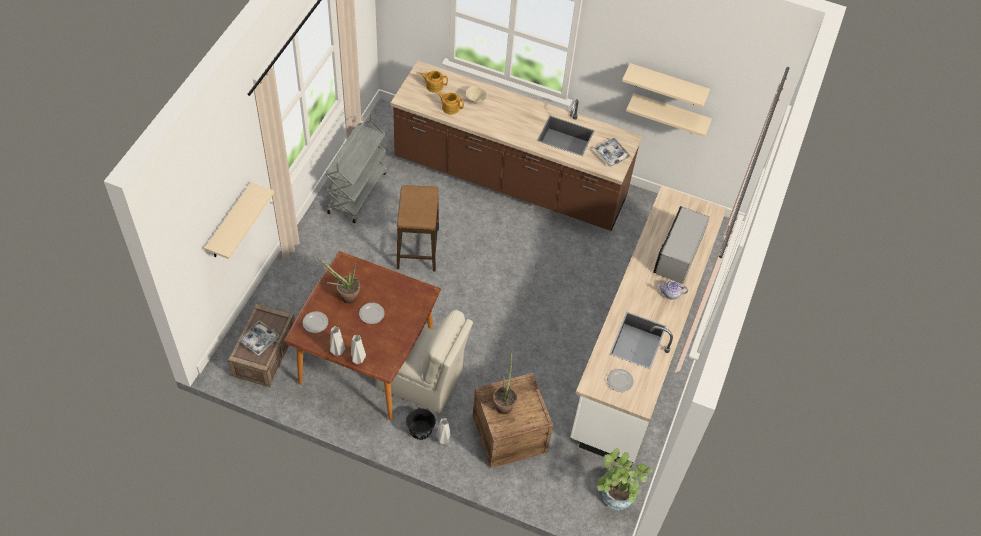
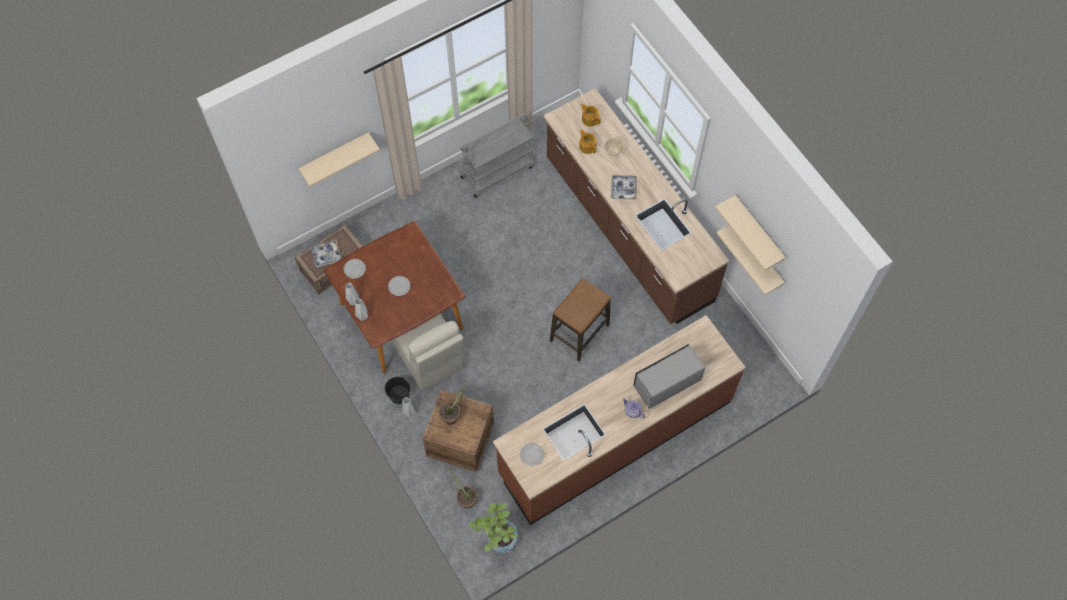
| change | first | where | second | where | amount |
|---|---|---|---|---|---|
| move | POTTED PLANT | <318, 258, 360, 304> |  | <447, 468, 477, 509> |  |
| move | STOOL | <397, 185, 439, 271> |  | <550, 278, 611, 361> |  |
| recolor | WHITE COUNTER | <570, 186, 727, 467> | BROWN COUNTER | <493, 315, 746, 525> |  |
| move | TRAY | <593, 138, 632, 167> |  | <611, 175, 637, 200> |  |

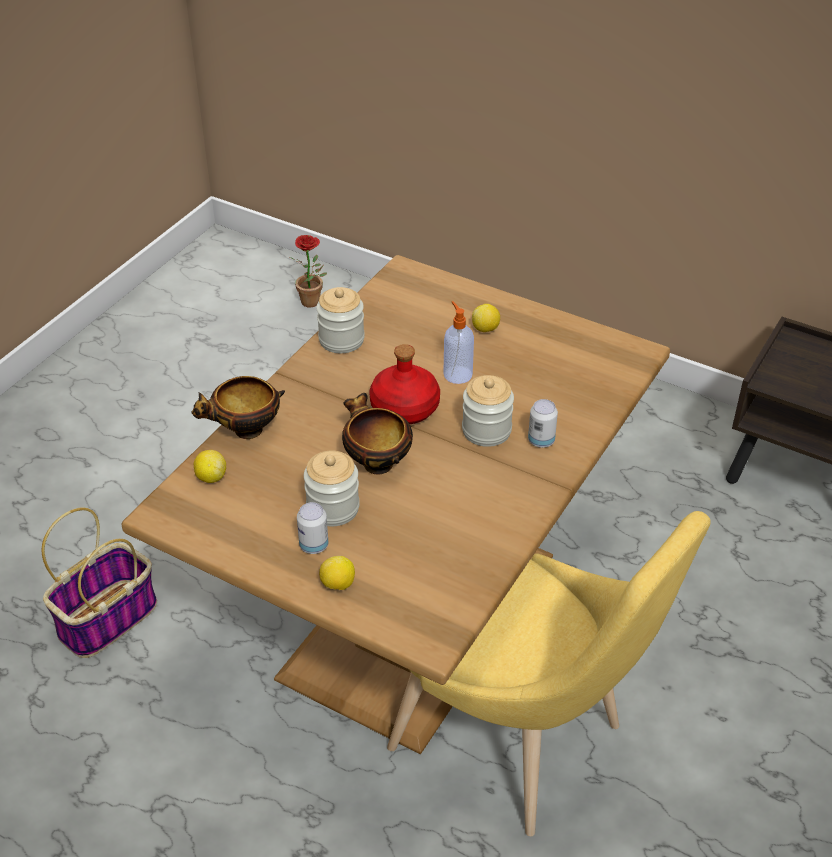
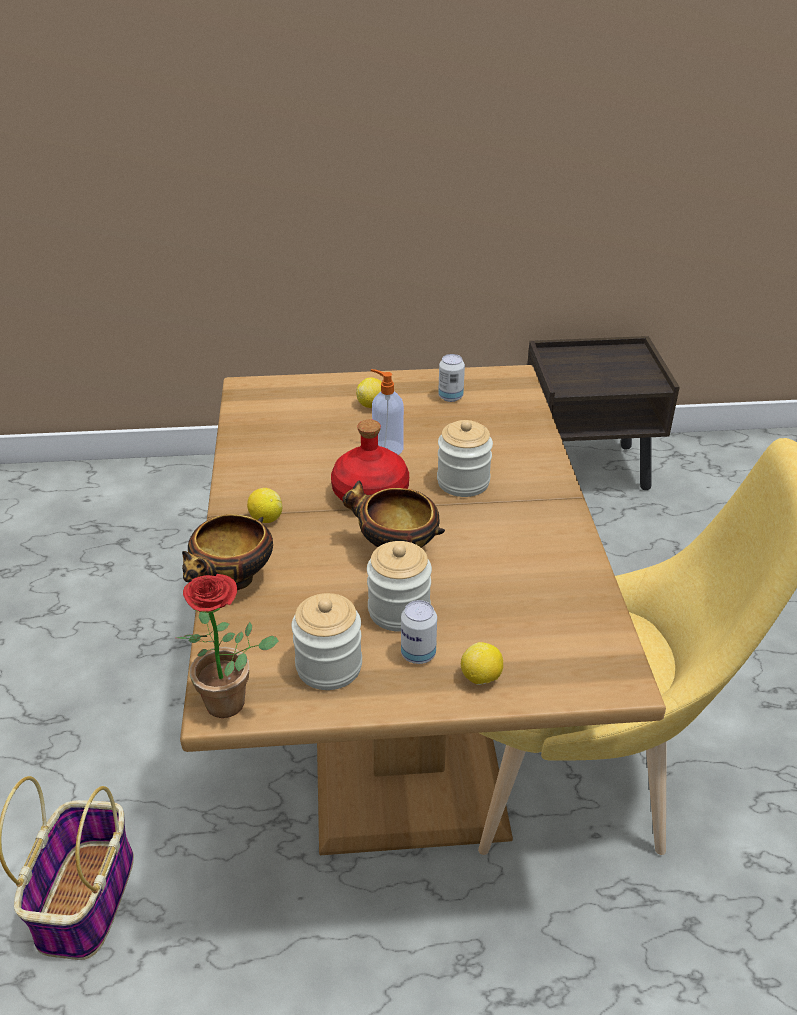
| change | first | where | second | where | amount |
|---|---|---|---|---|---|
| move | LEMON | <194, 450, 226, 483> |  | <247, 488, 282, 523> |  |
| move | POTTED PLANT | <290, 235, 327, 307> |  | <177, 574, 279, 718> |  |
| move | JAR | <316, 287, 365, 353> |  | <292, 593, 362, 690> |  |
| move | CAN | <528, 399, 558, 448> |  | <438, 354, 465, 402> |  |

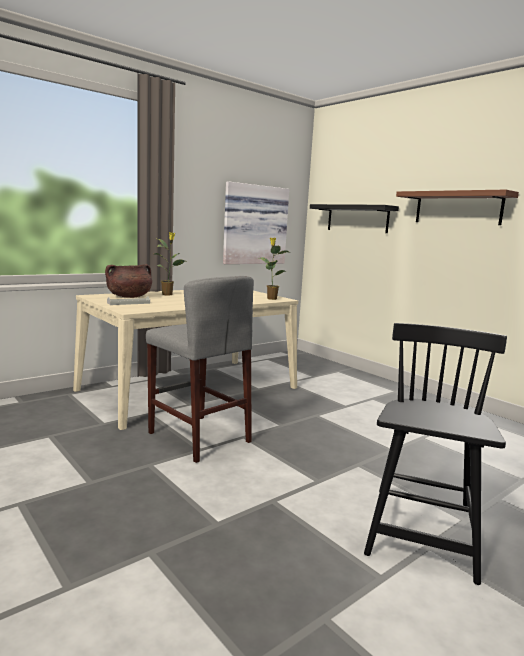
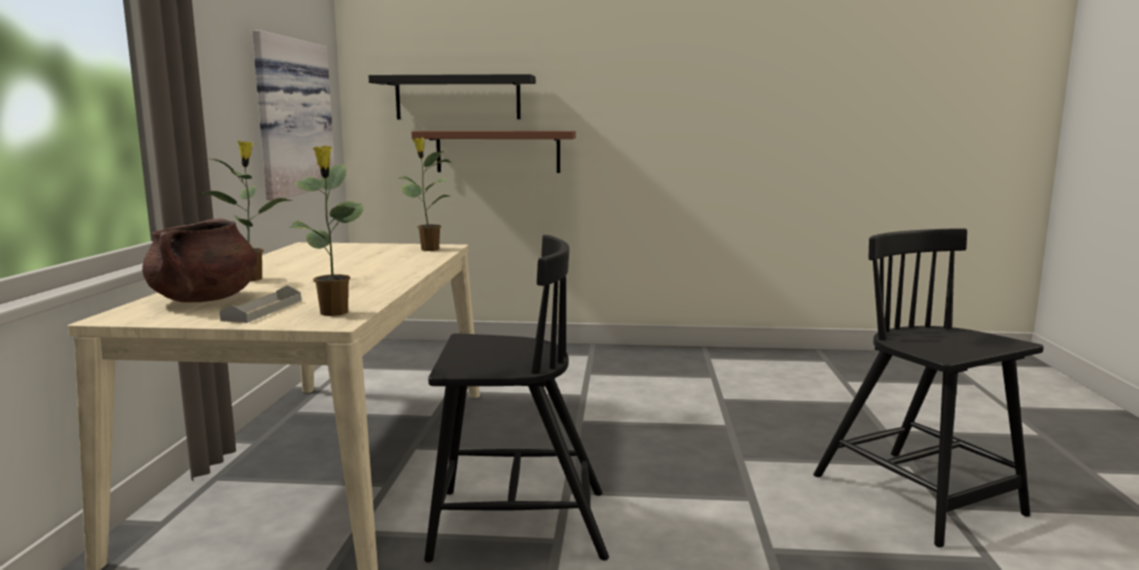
| change | first | where | second | where | amount |
|---|---|---|---|---|---|
| replace | GREY STOOL | <146, 276, 254, 463> | BLACK CHAIR | <424, 235, 609, 563> |  |
| move | BROWN SHELF | <396, 189, 519, 225> |  | <412, 131, 576, 173> |  |
| insert |  |  | POTTED PLANT | <289, 145, 364, 316> |  |

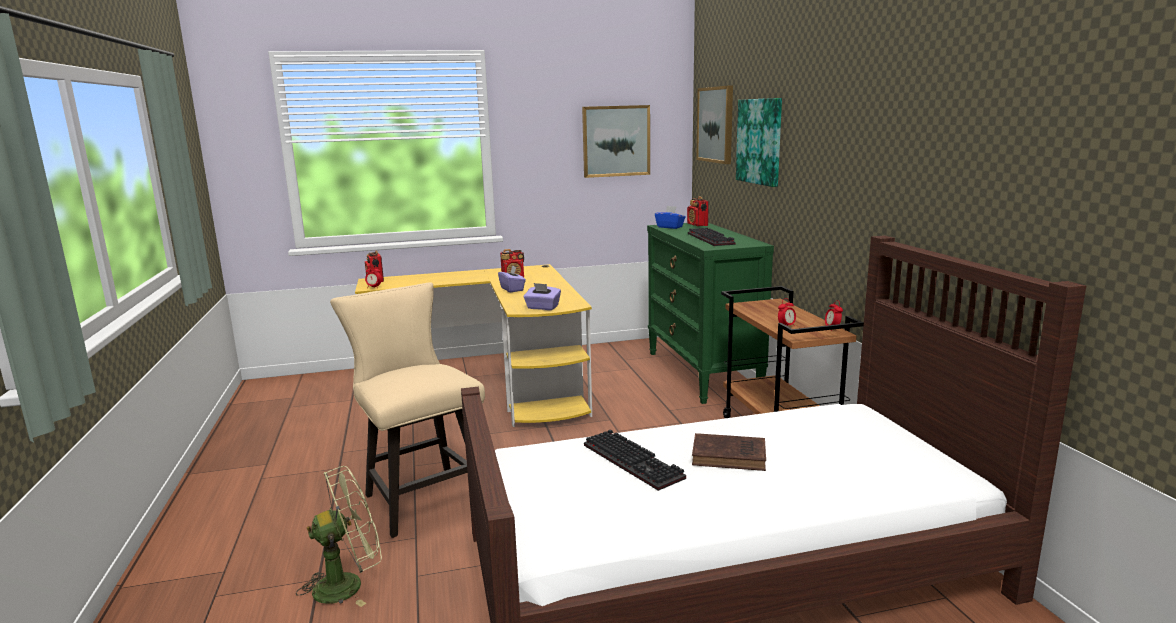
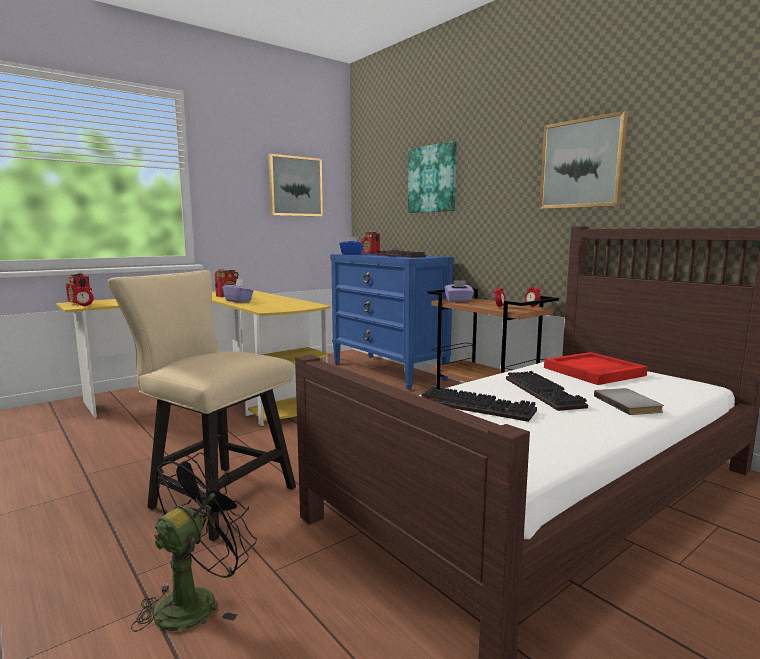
| change | first | where | second | where | amount |
|---|---|---|---|---|---|
| recolor | GREEN FAN | <296, 466, 382, 607> | BLACK FAN | <131, 452, 257, 632> |  |
| move | PURPLE TISSUE BOX | <523, 283, 561, 310> |  | <444, 280, 474, 302> |  |
| recolor | GREEN DRESSER | <647, 223, 774, 404> | BLUE DRESSER | <330, 253, 454, 390> |  |
| replace | BROWN BOOK | <692, 433, 766, 471> | KEYBOARD | <506, 371, 588, 411> |  |
| move | PICTURE | <696, 86, 733, 164> |  | <539, 111, 628, 209> |  |
| insert |  |  | RED TRAY | <544, 352, 648, 385> |  |
| insert |  |  | GREY BOOK | <594, 388, 664, 415> |  |

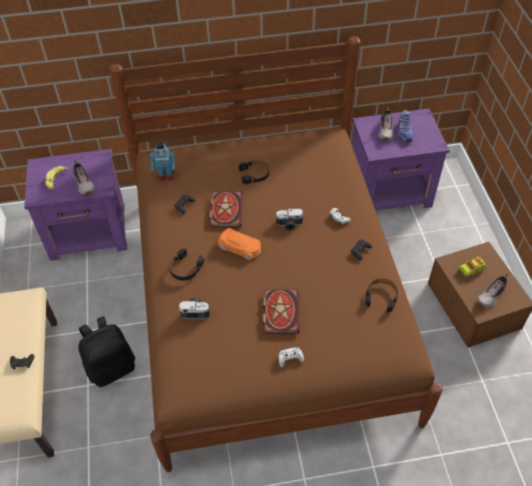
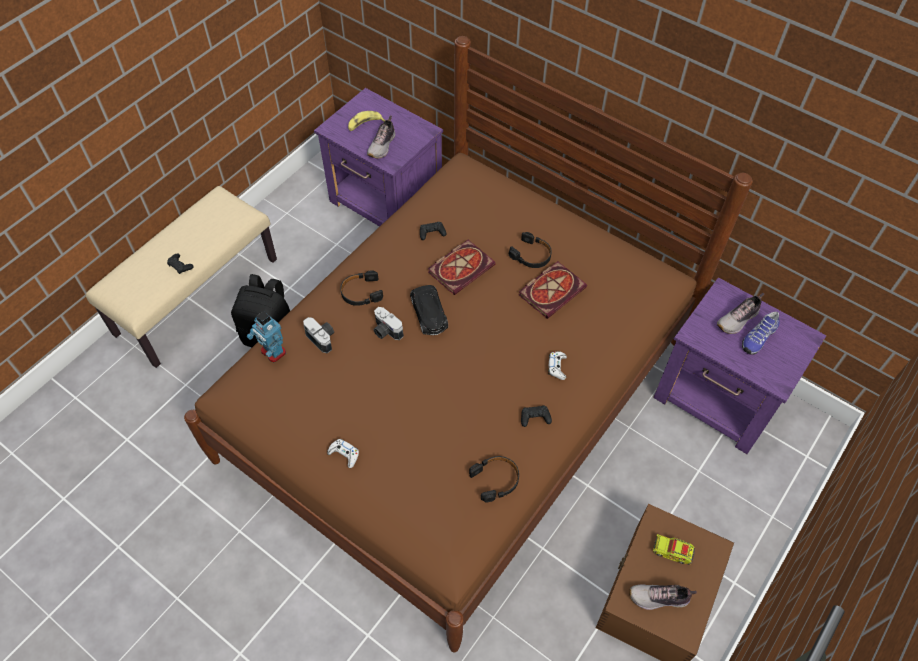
| change | first | where | second | where | amount |
|---|---|---|---|---|---|
| move | TOY ROBOT | <150, 141, 175, 180> |  | <247, 311, 286, 362> |  |
| recolor | ORANGE TOY CAR | <217, 228, 261, 260> | BLACK TOY CAR | <410, 285, 448, 335> |  |
| move | BOOK | <263, 290, 300, 334> |  | <519, 261, 587, 319> |  |
| move | PHOTO CAMERA | <276, 208, 303, 231> |  | <373, 307, 404, 340> |  |

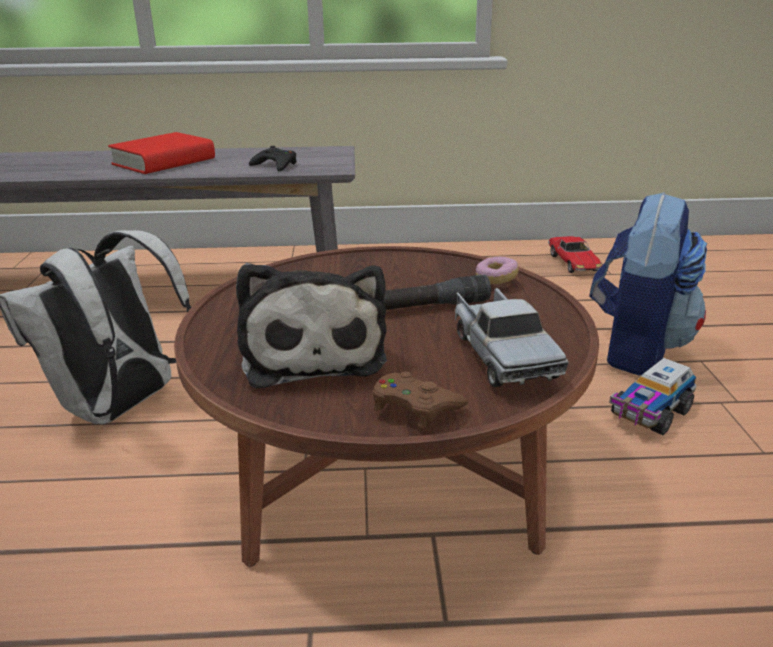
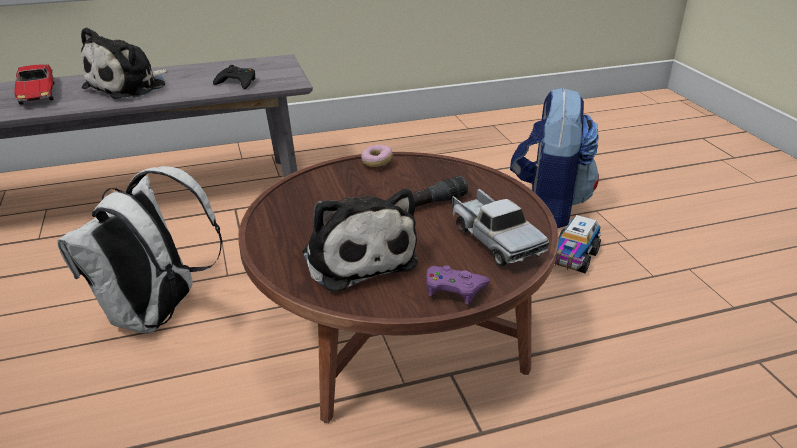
| change | first | where | second | where | amount |
|---|---|---|---|---|---|
| replace | RED BOOK | <108, 132, 215, 174> | PLUSH TOY | <81, 27, 168, 99> |  |
| recolor | BROWN GAME CONTROLLER | <373, 372, 468, 429> | PURPLE GAME CONTROLLER | <426, 265, 490, 305> |  |
| move | DONUT | <476, 257, 519, 284> |  | <361, 145, 393, 167> |  |
| move | TOY CAR | <548, 236, 602, 273> |  | <14, 64, 55, 105> |  |

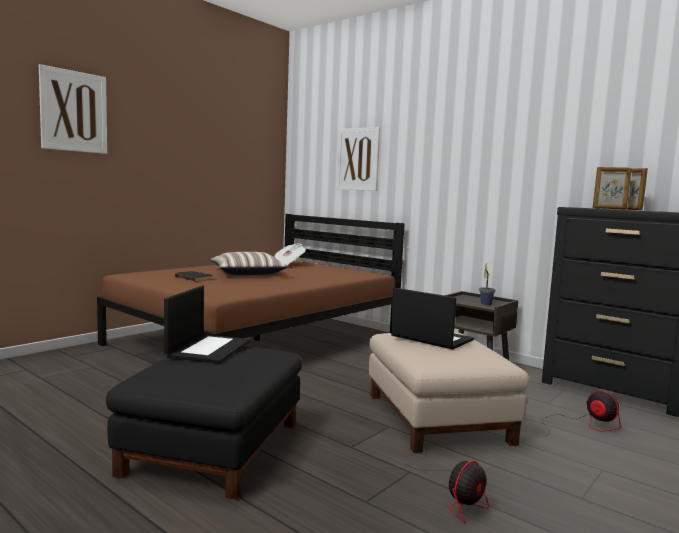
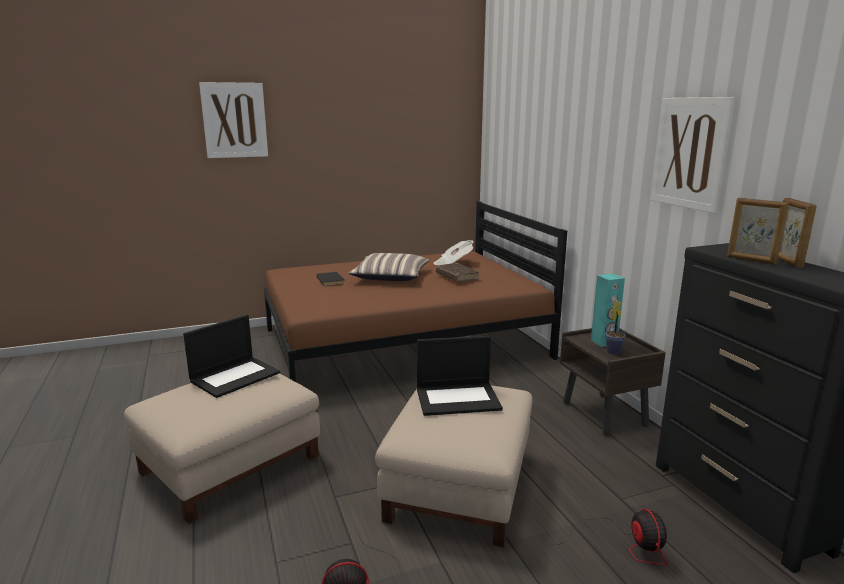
| change | first | where | second | where | amount |
|---|---|---|---|---|---|
| recolor | BLACK OTTOMAN | <106, 346, 302, 500> | BEIGE OTTOMAN | <124, 373, 320, 524> |  |
| move | PICTURE | <336, 127, 380, 191> |  | <650, 97, 736, 214> |  |
| rotate | LAPTOP | <391, 288, 474, 350> |  | <417, 336, 503, 416> | 105 degrees clockwise |
| insert |  |  | BROWN BOOK | <436, 263, 479, 282> |  |
| insert |  |  | TURQUOISE SPEAKER | <591, 274, 625, 347> |  |

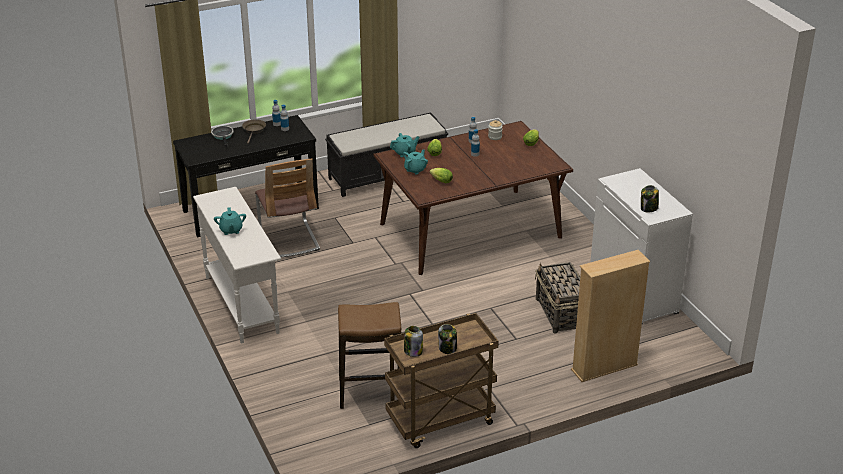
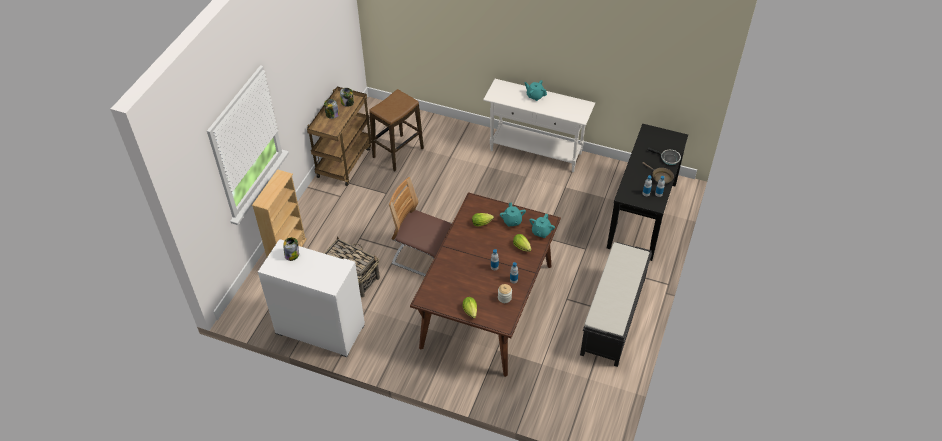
| change | first | where | second | where | amount |
|---|---|---|---|---|---|
| move | CHAIR | <255, 159, 320, 257> |  | <389, 177, 452, 277> |  |

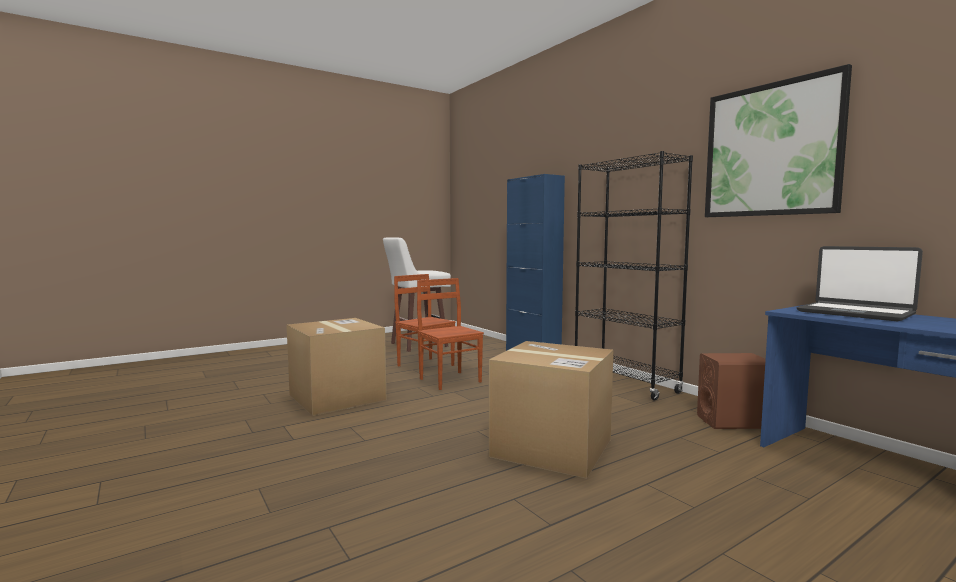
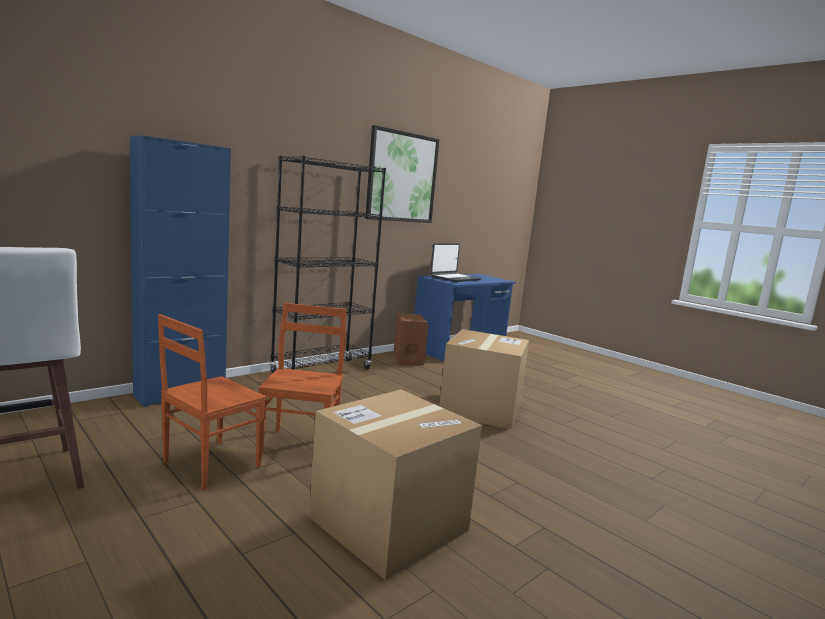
| change | first | where | second | where | amount |
|---|---|---|---|---|---|
| rotate | BROWN CHAIR | <417, 278, 484, 390> |  | <258, 303, 346, 455> | 135 degrees clockwise |

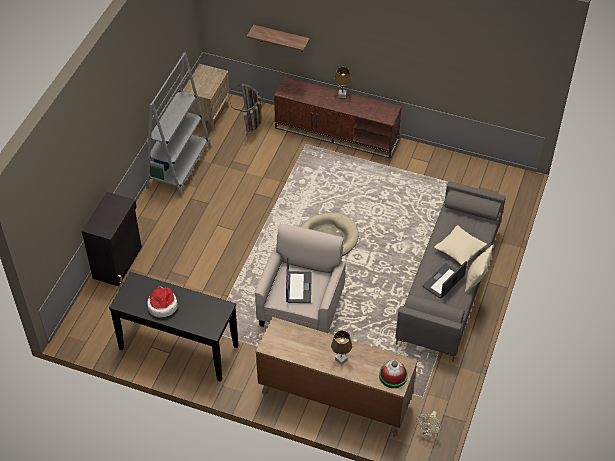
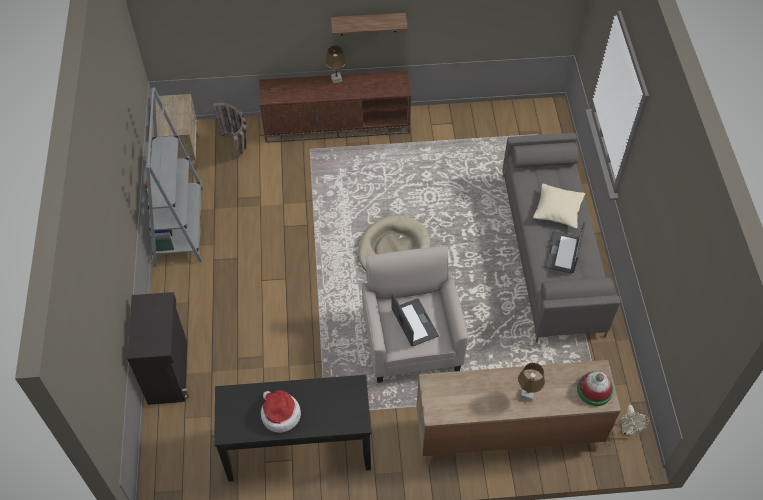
| change | first | where | second | where | amount |
|---|---|---|---|---|---|
| move | SHELF | <247, 25, 310, 52> |  | <331, 13, 408, 35> |  |
| delete | BEIGE PILLOW | <465, 245, 493, 293> |  |  |  |

